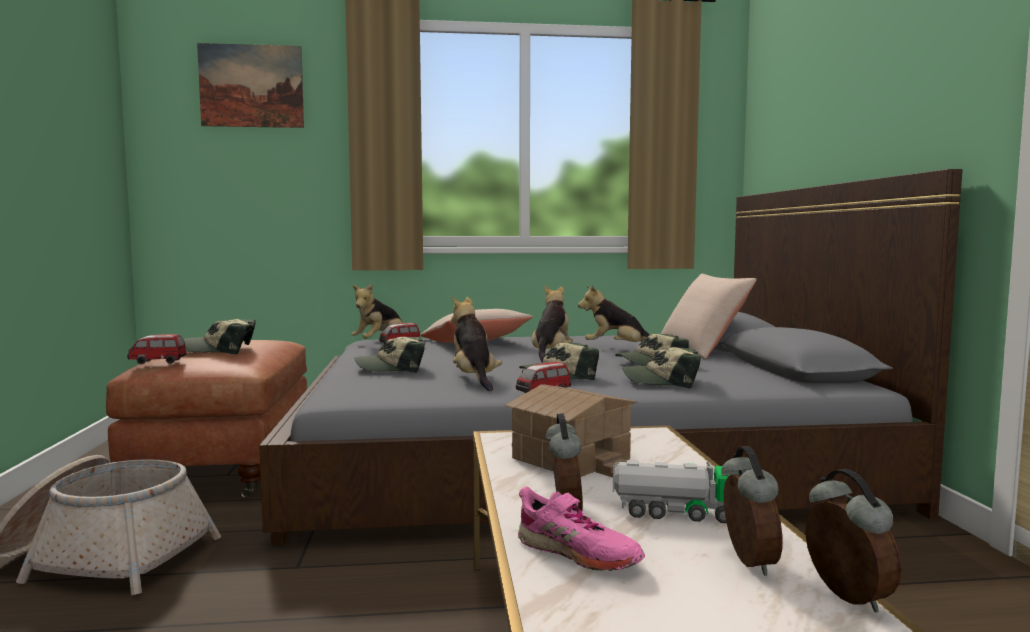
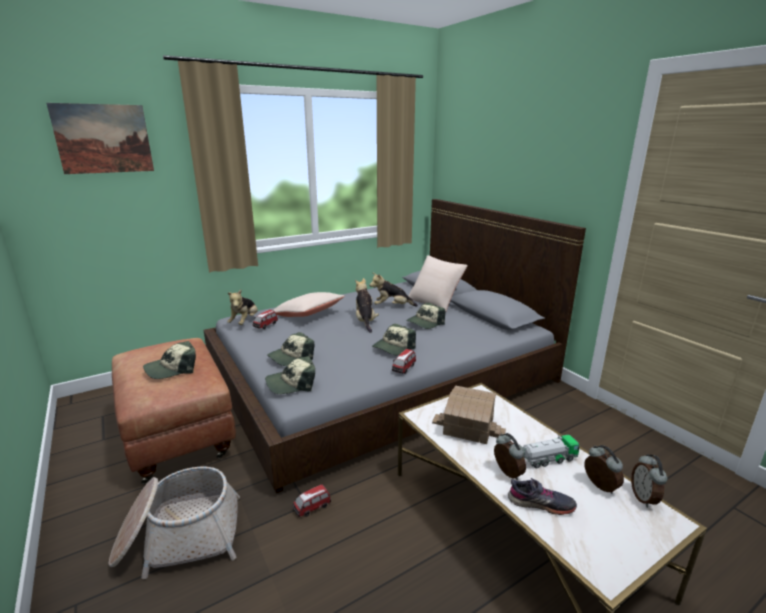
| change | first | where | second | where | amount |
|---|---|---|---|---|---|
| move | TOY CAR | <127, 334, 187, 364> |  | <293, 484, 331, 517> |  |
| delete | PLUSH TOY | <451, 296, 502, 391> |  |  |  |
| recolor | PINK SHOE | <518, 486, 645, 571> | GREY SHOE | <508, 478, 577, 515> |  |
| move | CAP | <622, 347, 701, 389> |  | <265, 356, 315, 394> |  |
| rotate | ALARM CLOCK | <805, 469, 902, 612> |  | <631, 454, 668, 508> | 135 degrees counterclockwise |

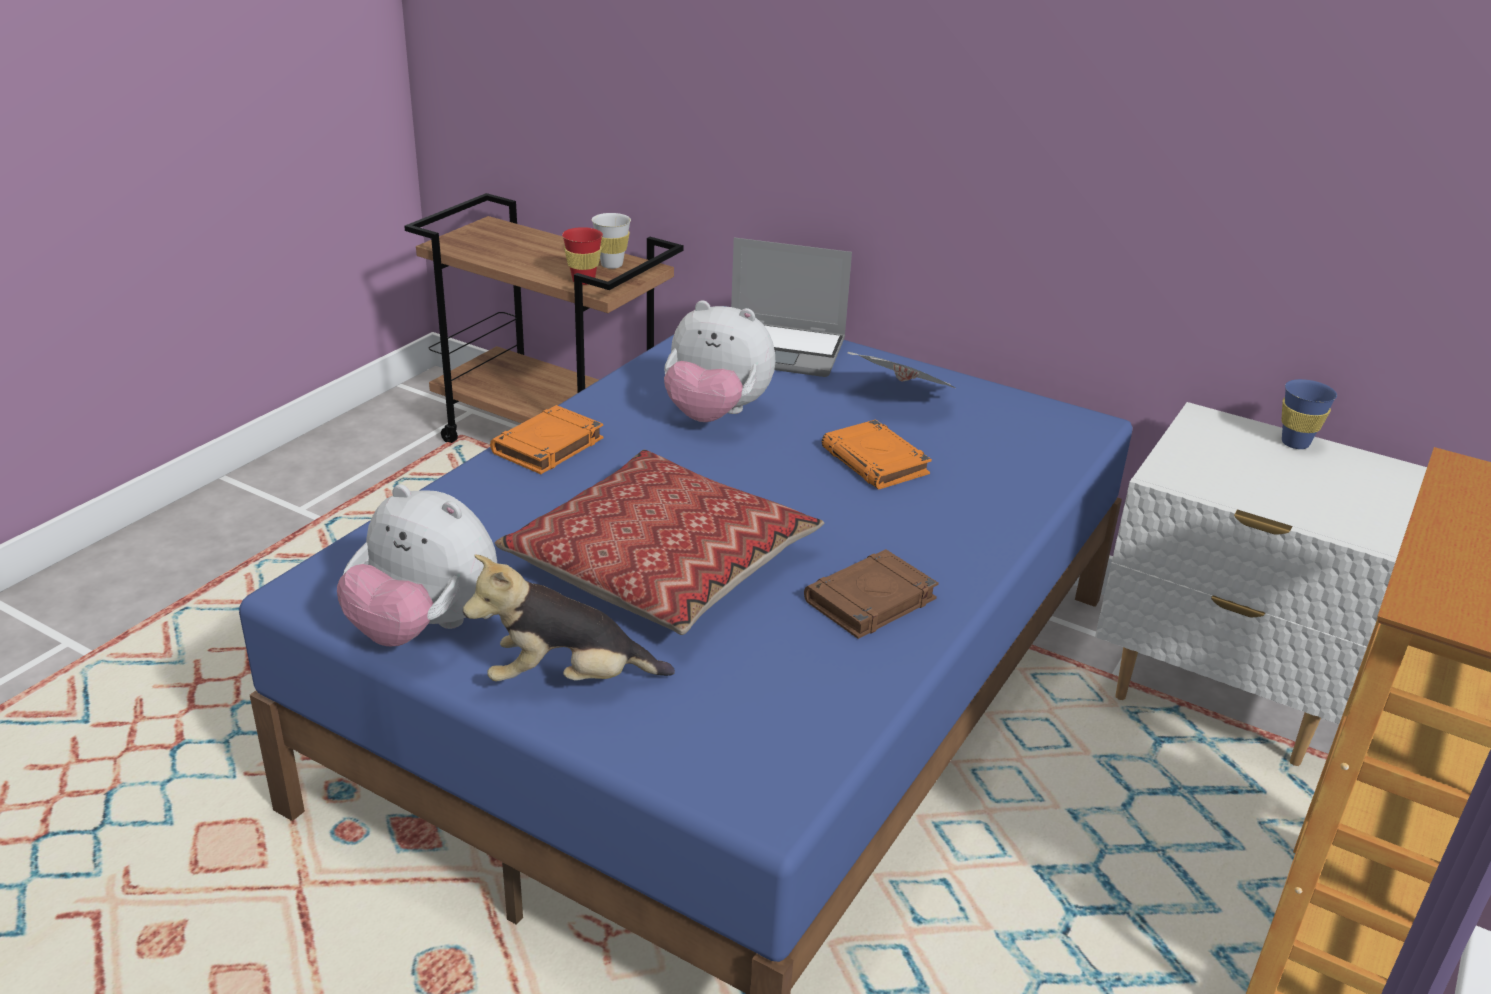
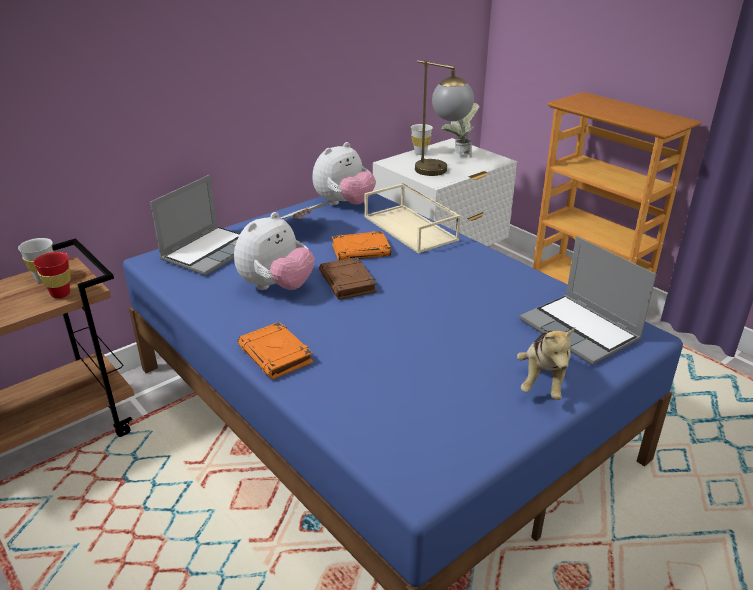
| change | first | where | second | where | amount |
|---|---|---|---|---|---|
| move | PLUSH TOY | <337, 484, 497, 646> |  | <313, 142, 376, 205> |  |
| delete | PILLOW | <494, 450, 824, 635> |  |  |  |
| move | BROWN BOOK | <804, 549, 939, 639> |  | <319, 257, 377, 300> |  |
| recolor | BLUE CUP | <1281, 379, 1337, 449> | WHITE CUP | <411, 124, 433, 155> |  |
| insert |  |  | BEIGE TRAY | <364, 183, 461, 254> |  |
| insert |  |  | TABLE LAMP | <415, 60, 474, 176> |  |
| insert |  |  | POTTED PLANT | <442, 103, 479, 158> |  |
| insert |  |  | LAPTOP | <520, 236, 656, 365> |  |

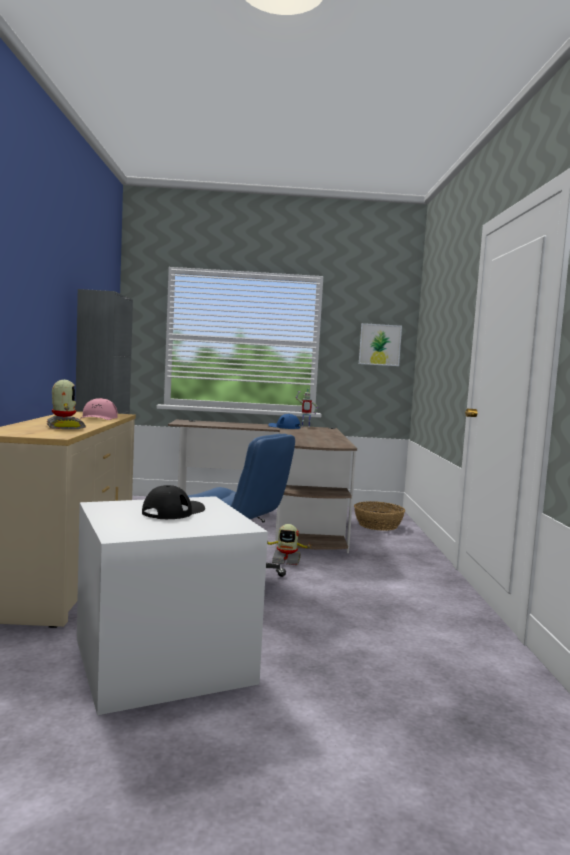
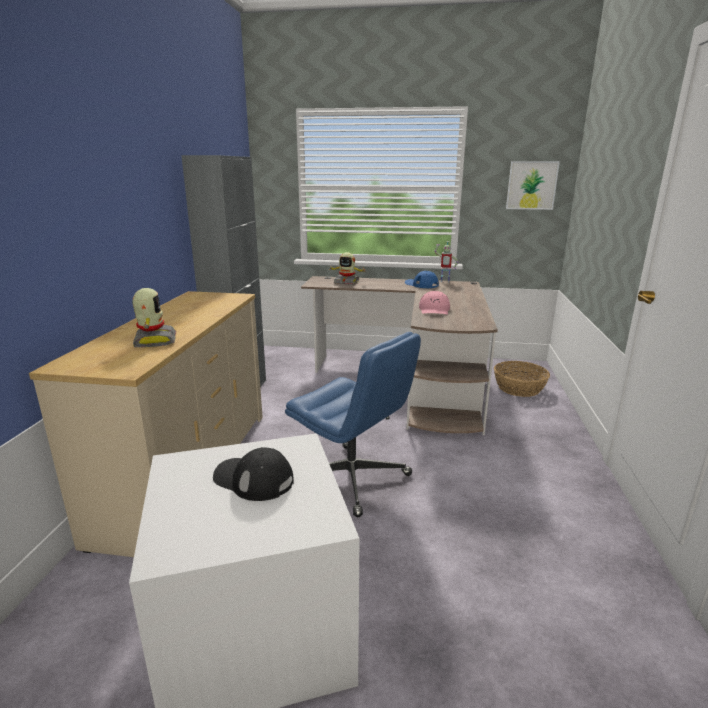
| change | first | where | second | where | amount |
|---|---|---|---|---|---|
| move | PINK CAP | <80, 398, 118, 420> |  | <419, 291, 450, 315> |  |
| rotate | BLACK CAP | <142, 485, 205, 519> |  | <213, 447, 294, 501> | 105 degrees counterclockwise |
| move | TOY ROBOT | <267, 524, 312, 566> |  | <329, 252, 365, 285> |  |

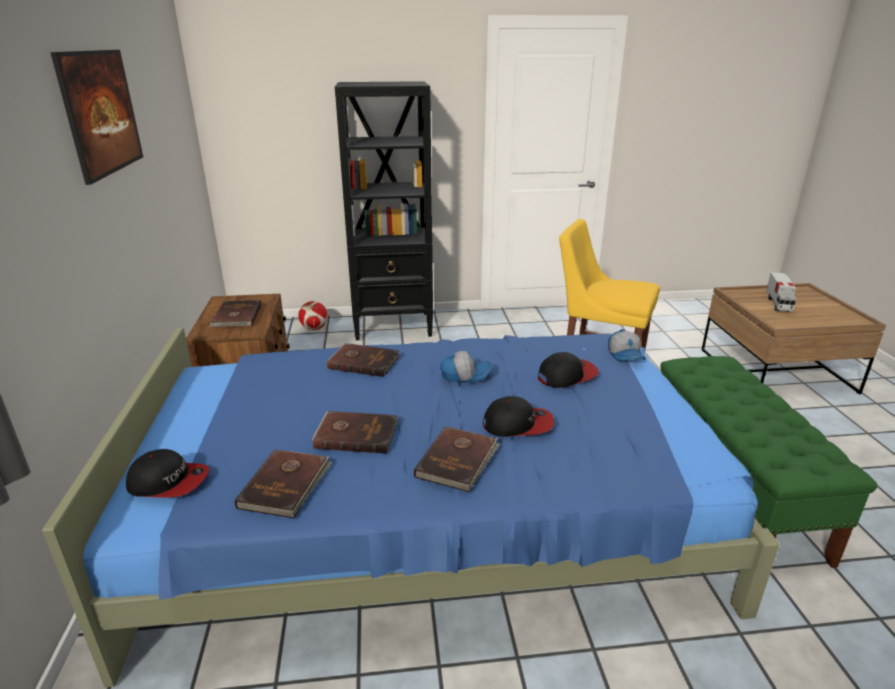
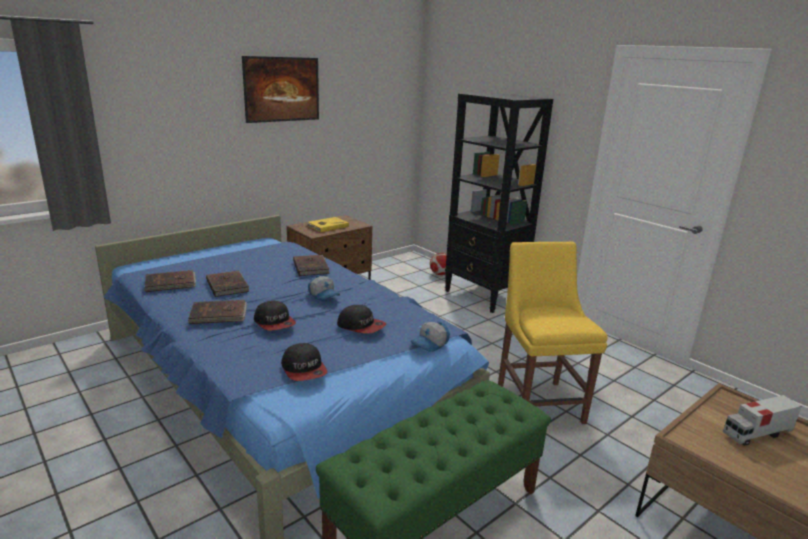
| change | first | where | second | where | amount |
|---|---|---|---|---|---|
| move | CAP | <126, 449, 209, 498> |  | <281, 343, 327, 381> |  |
| recolor | BROWN BOOK | <209, 300, 261, 328> | YELLOW BOOK | <306, 217, 349, 232> |  |

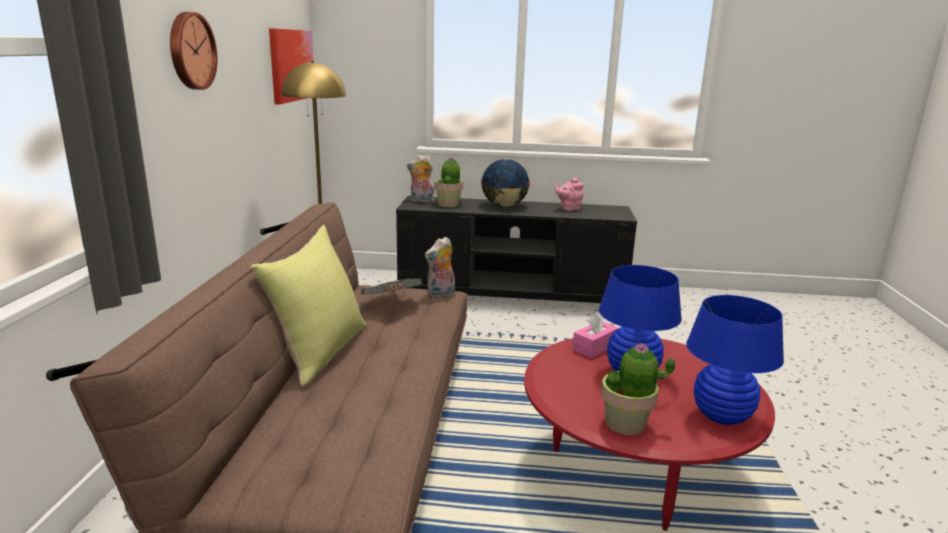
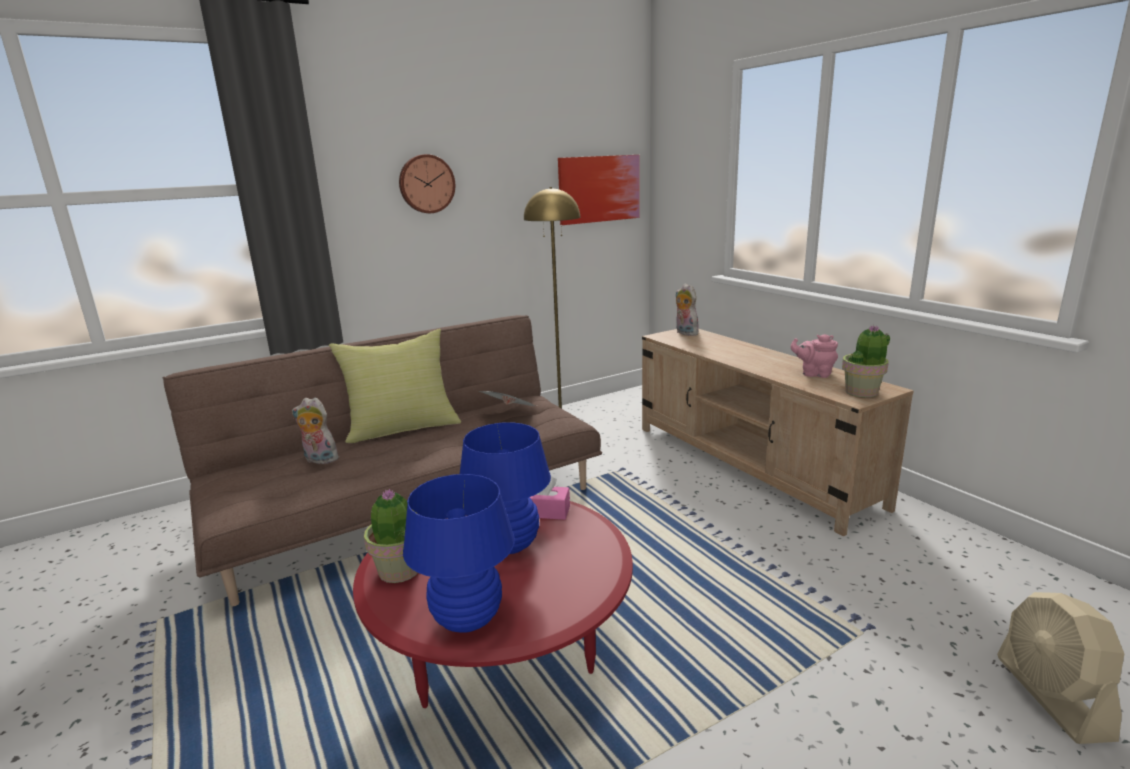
| change | first | where | second | where | amount |
|---|---|---|---|---|---|
| recolor | BLACK TV STAND | <396, 196, 637, 303> | BEIGE TV STAND | <642, 329, 914, 536> |  |
| move | PLUSH TOY | <425, 237, 455, 298> |  | <292, 397, 339, 464> |  |
| move | POTTED PLANT | <434, 157, 463, 207> |  | <842, 325, 890, 397> |  |
| delete | GLOBE | <481, 159, 530, 207> |  |  |  |
| insert |  |  | BEIGE FAN | <997, 592, 1124, 744> |  |

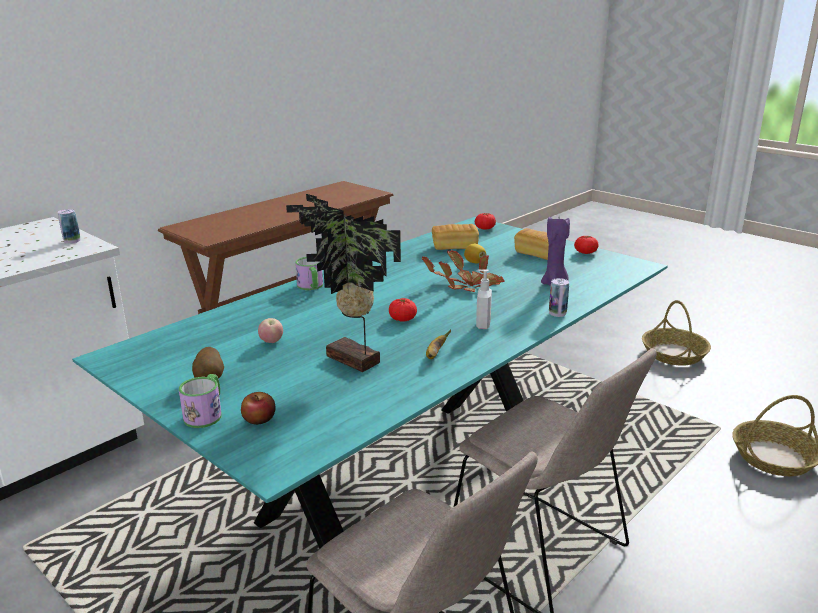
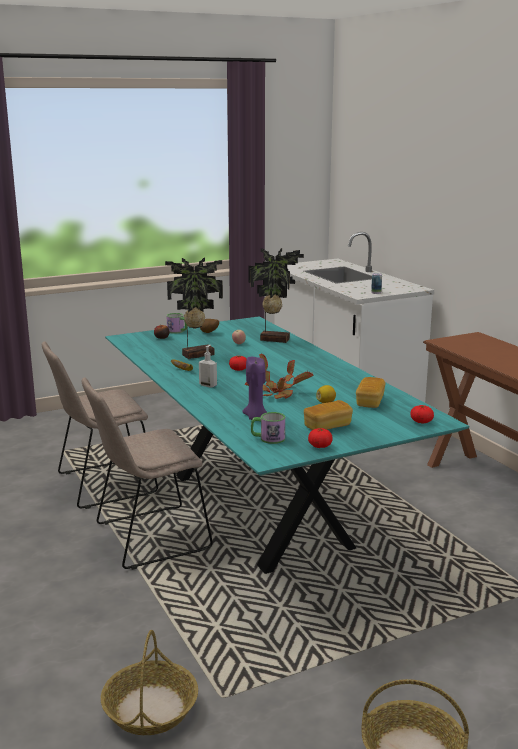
| change | first | where | second | where | amount |
|---|---|---|---|---|---|
| move | MUG | <295, 257, 323, 290> |  | <251, 412, 285, 444> |  |
| delete | CAN | <549, 278, 569, 317> |  |  |  |
| insert |  |  | POTTED PLANT | <248, 248, 304, 343> |  |

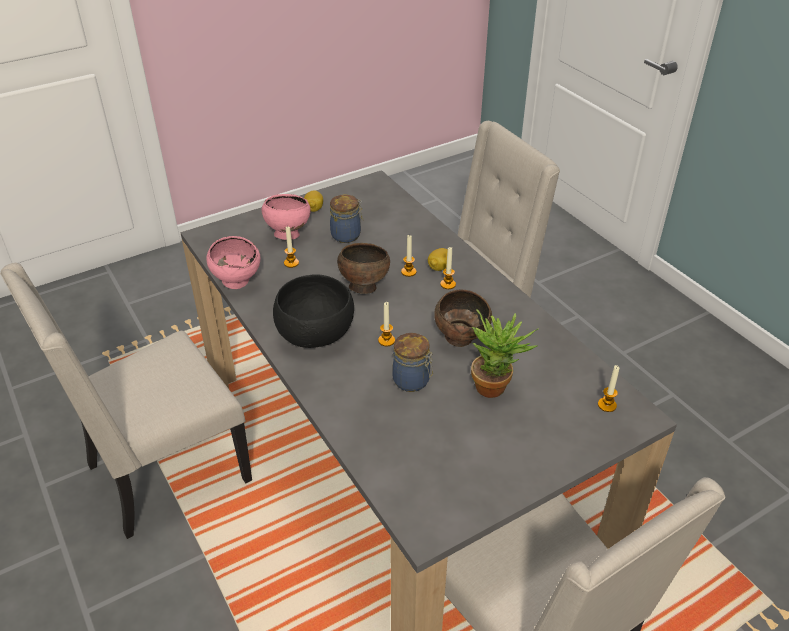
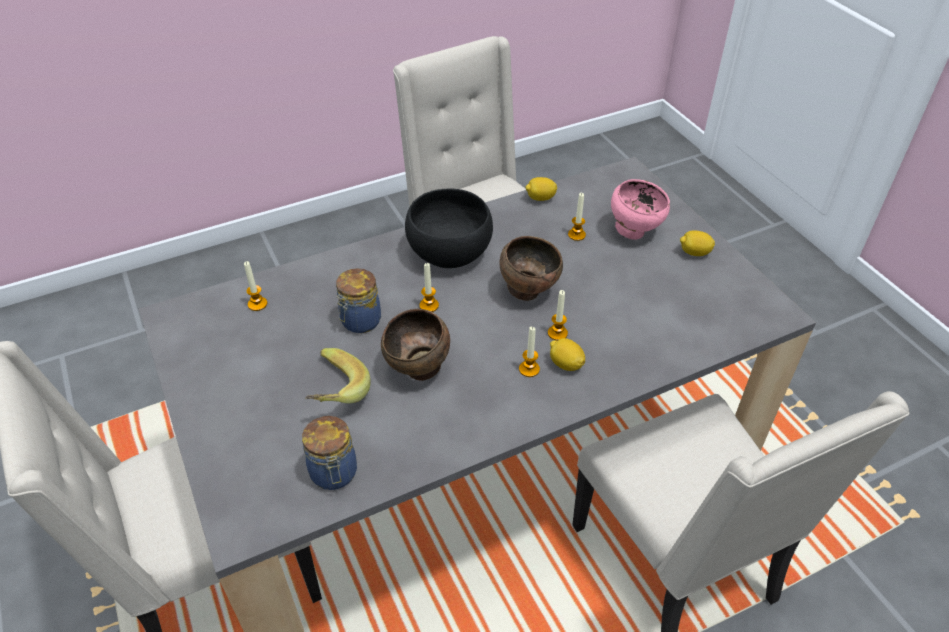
| change | first | where | second | where | amount |
|---|---|---|---|---|---|
| replace | PINK BOWL | <206, 236, 261, 289> | LEMON | <526, 177, 557, 201> |  |
| move | JAR | <330, 194, 363, 243> |  | <302, 416, 357, 490> |  |
| replace | POTTED PLANT | <471, 309, 539, 398> | BANANA | <305, 348, 371, 404> |  |
| move | CANDLE | <598, 365, 619, 412> |  | <244, 261, 267, 311> |  |

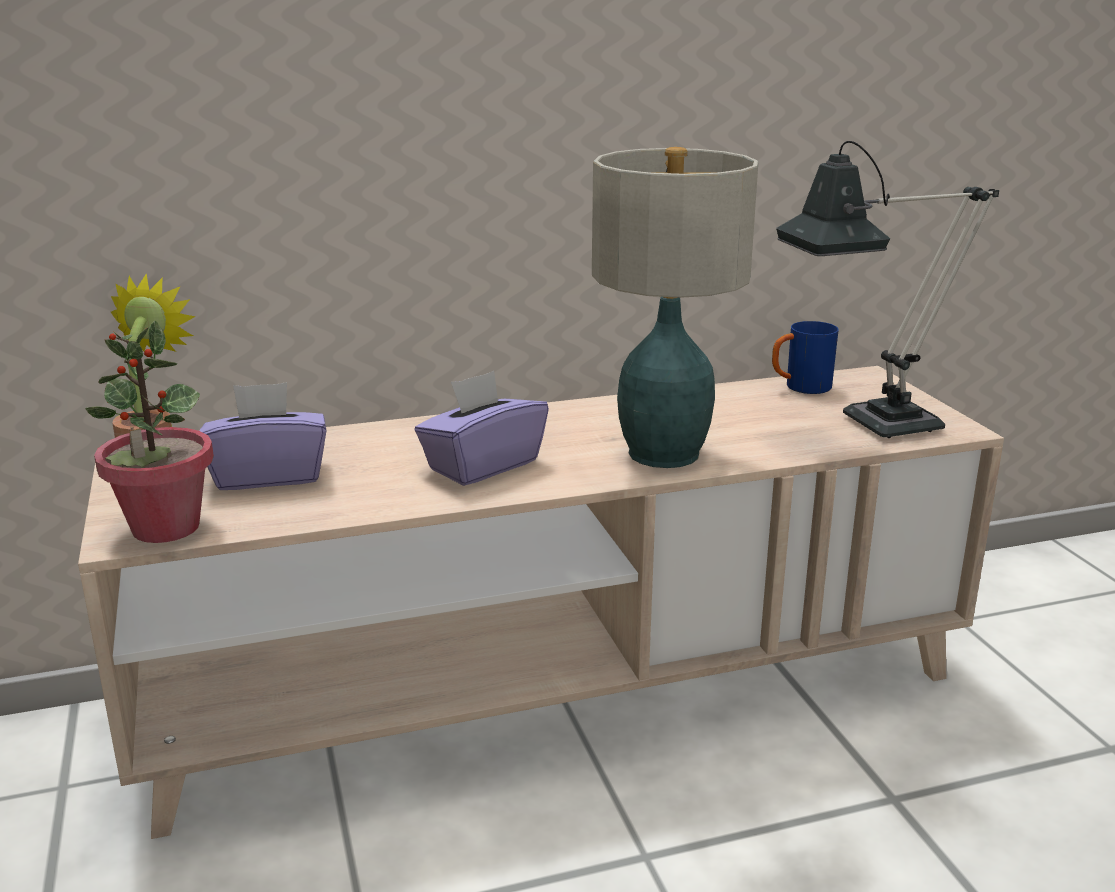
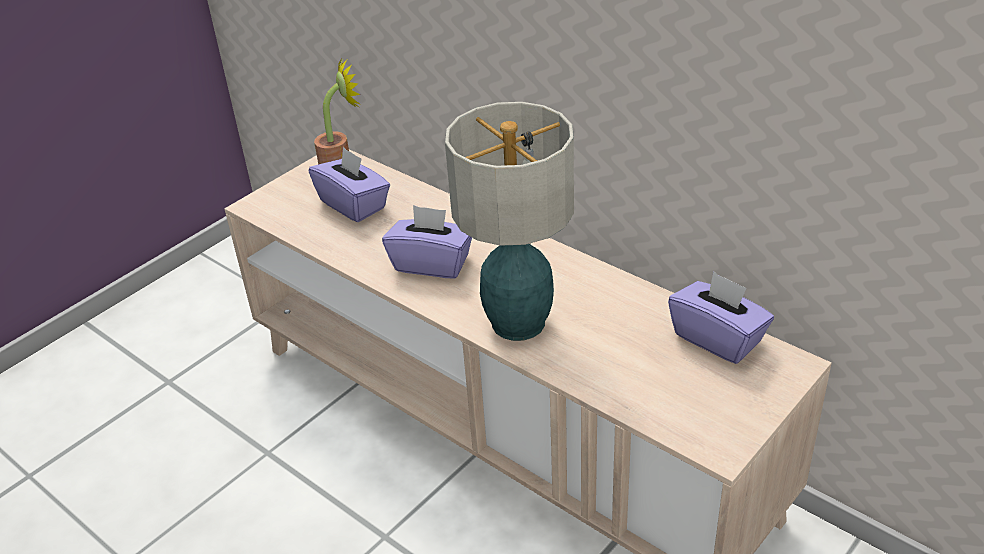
| change | first | where | second | where | amount |
|---|---|---|---|---|---|
| delete | POTTED PLANT | <85, 321, 214, 543> |  |  |  |
| replace | BLUE MUG | <772, 321, 839, 394> | PURPLE TISSUE BOX | <668, 272, 774, 364> |  |
| delete | TABLE LAMP | <776, 141, 999, 438> |  |  |  |

